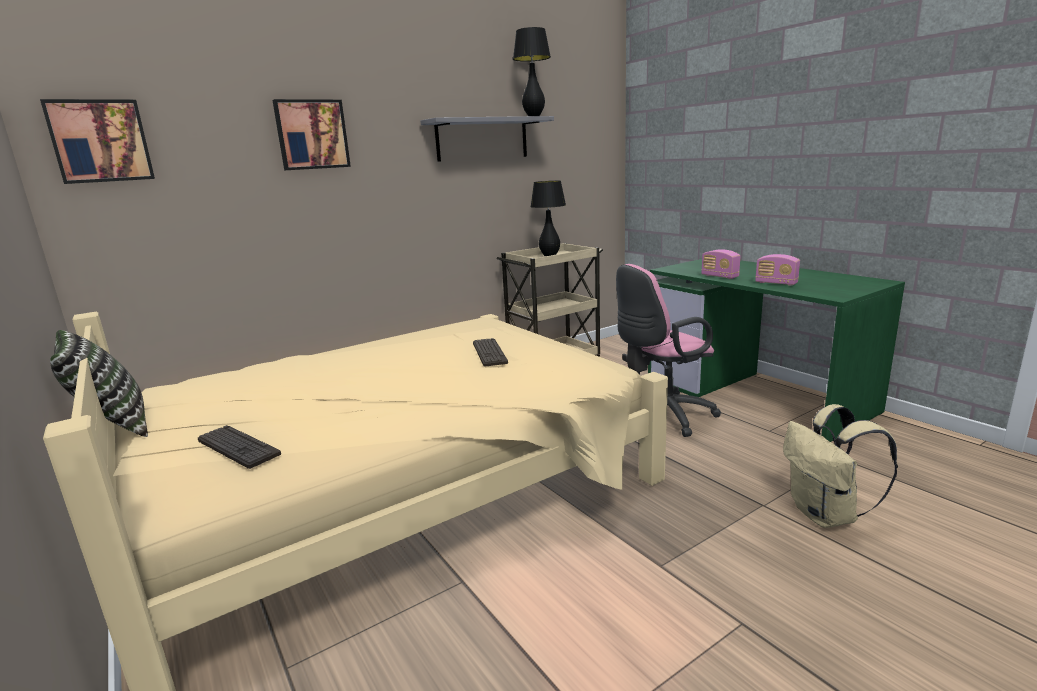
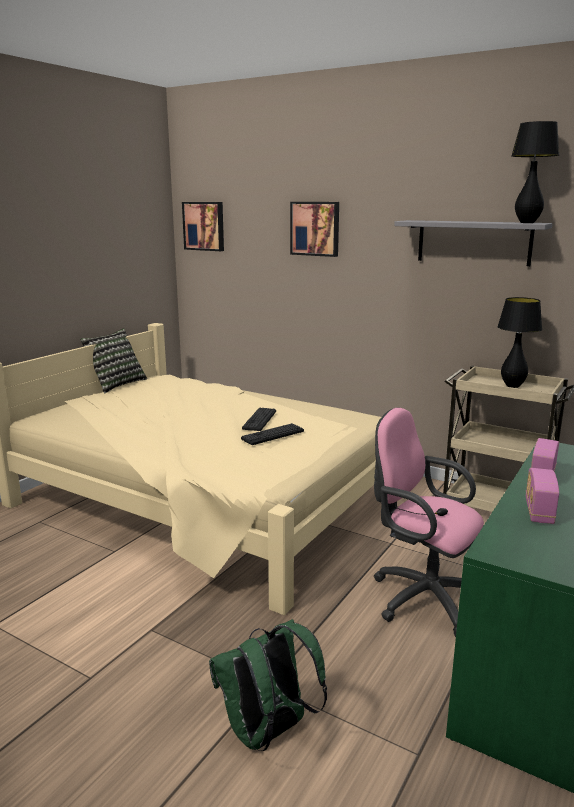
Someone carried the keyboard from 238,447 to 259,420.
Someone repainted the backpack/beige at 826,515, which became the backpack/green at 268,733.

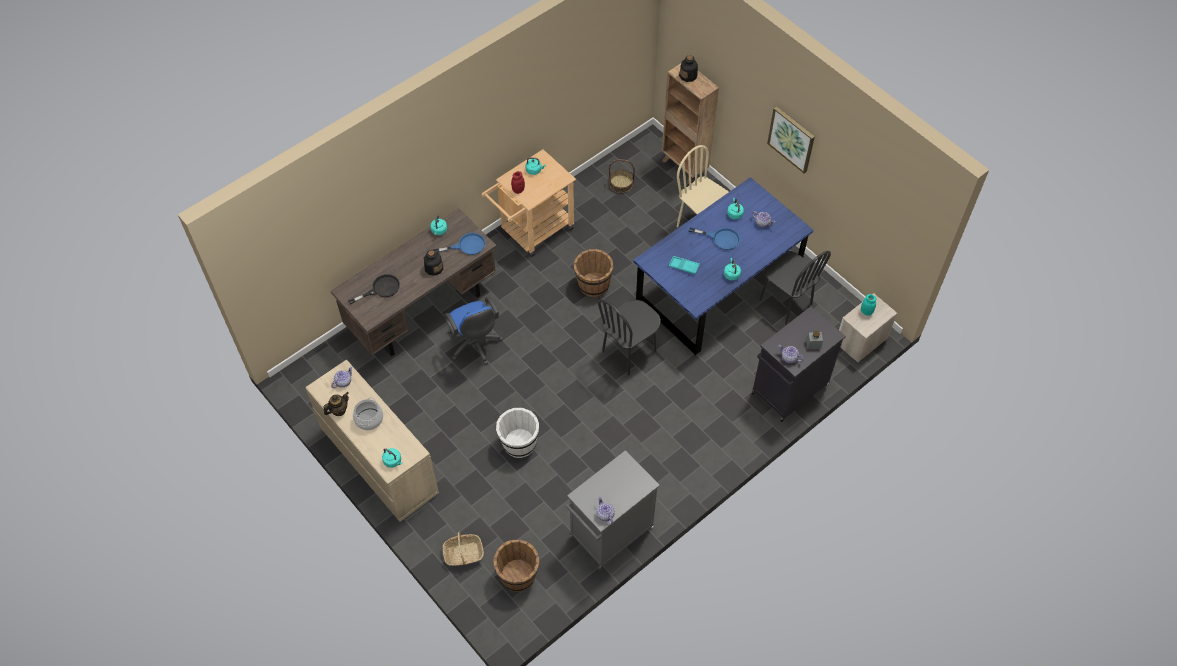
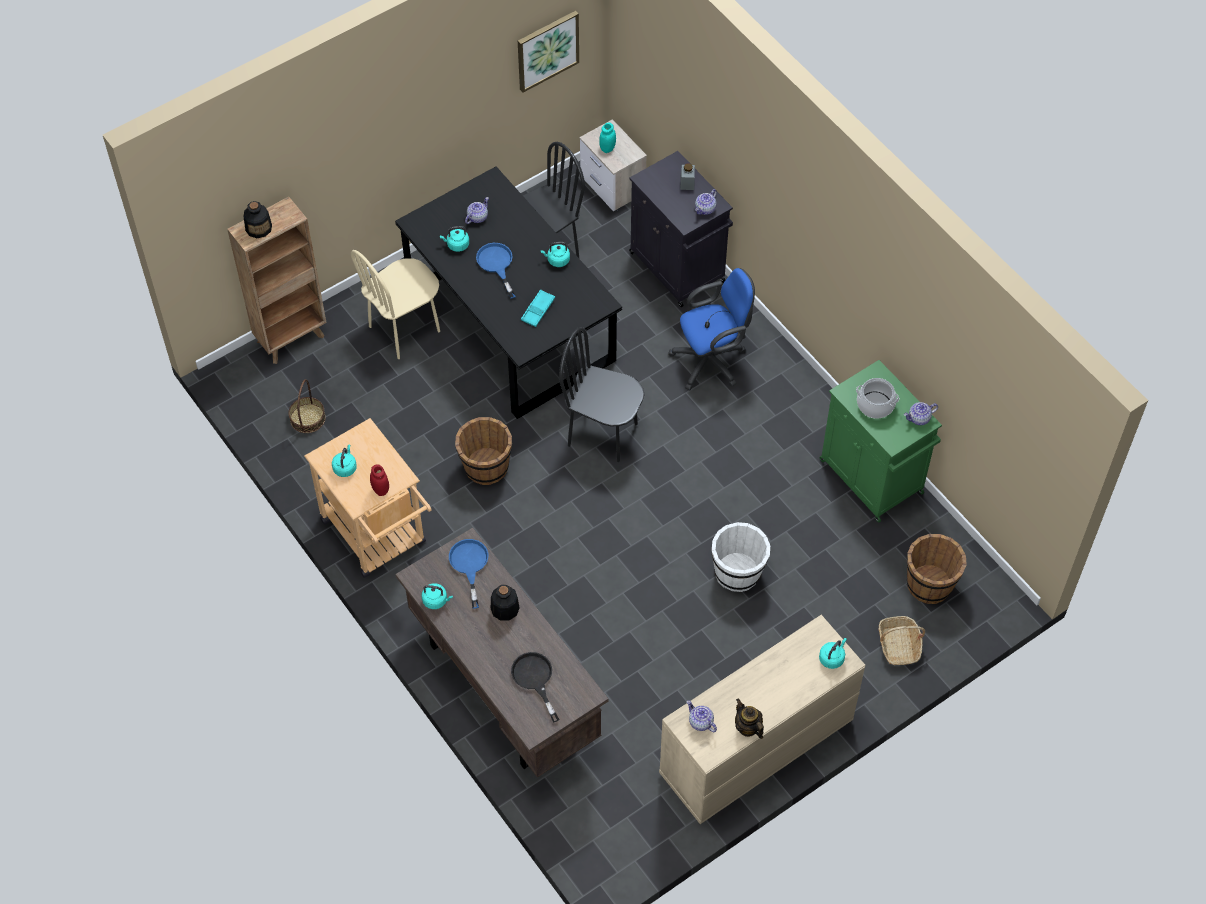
Someone carried the cooking pot from 369,419 to 875,405.
Someone carried the office chair/blue from 475,345 to 712,361.
Someone carried the picture from 791,139 to 547,50.
Someone repainted the cabinet/grey at 610,533, which became the cabinet/green at 872,478.
Someone repainted the dining table/blue at 717,287, which became the dining table/black at 509,324.
Someone rotated the chair/black at 629,351 by 150 degrees clockwise.
Someone rotated the frying pan/blue at 721,238 by 45 degrees counterclockwise.

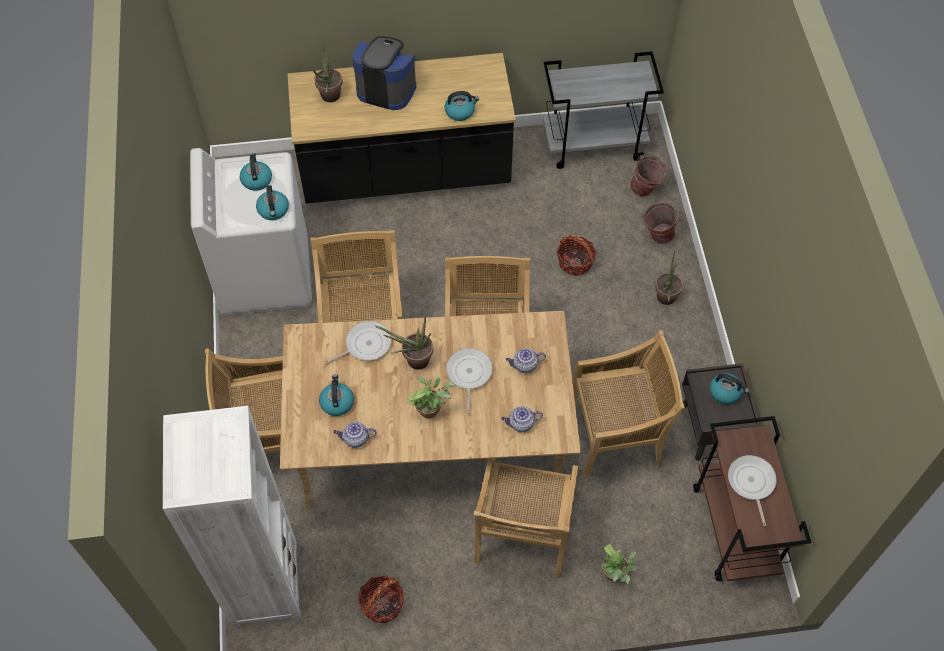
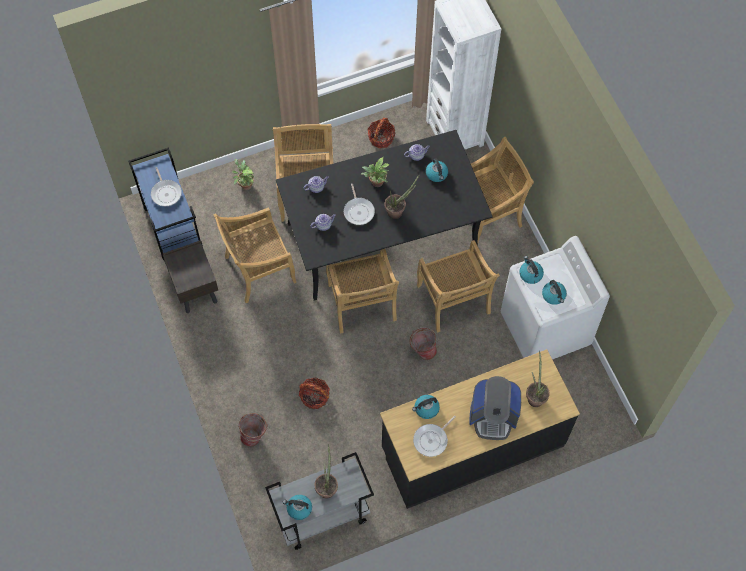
Someone carried the frying pan from 365,344 to 432,440.
Someone carried the bucket from 646,191 to 422,350.
Someone carried the potted plant from 664,300 to 327,487.
Someone carried the kettle from 725,392 to 299,509.
Someone repainted the dining table/beige at 430,442, which became the dining table/black at 382,237.
Someone repainted the cart/brown at 735,530, which became the cart/blue at 172,227.

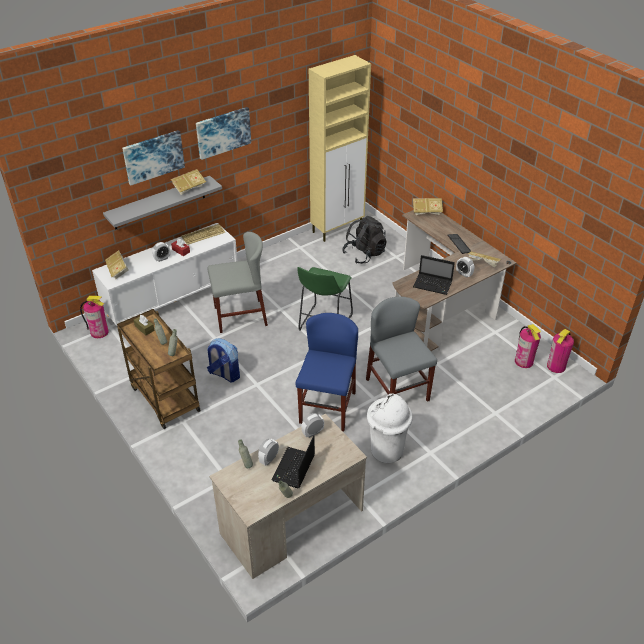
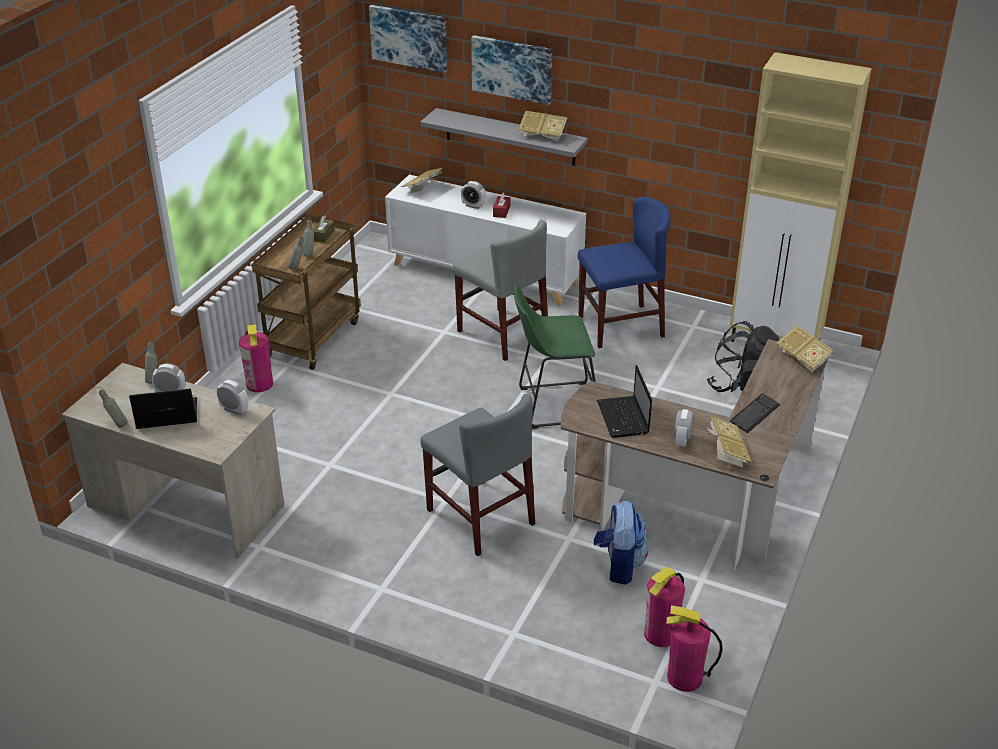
Someone took away the keyboard at 203,234.
Someone took away the trash can/white at 386,451.
Someone carried the fire extinguisher from 99,332 to 259,384.
Someone carried the picture from 223,132 to 409,37.
Someone carried the backpack from 224,374 to 619,565.
Someone carried the chair/blue from 327,407 to 620,326.
Someone rotated the chair/grey at 397,390 by 105 degrees clockwise.

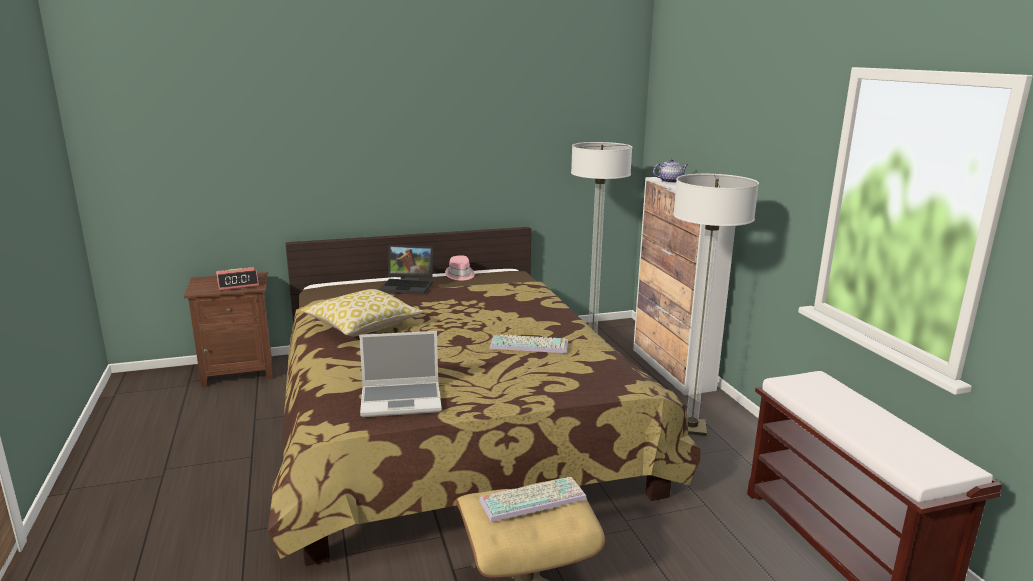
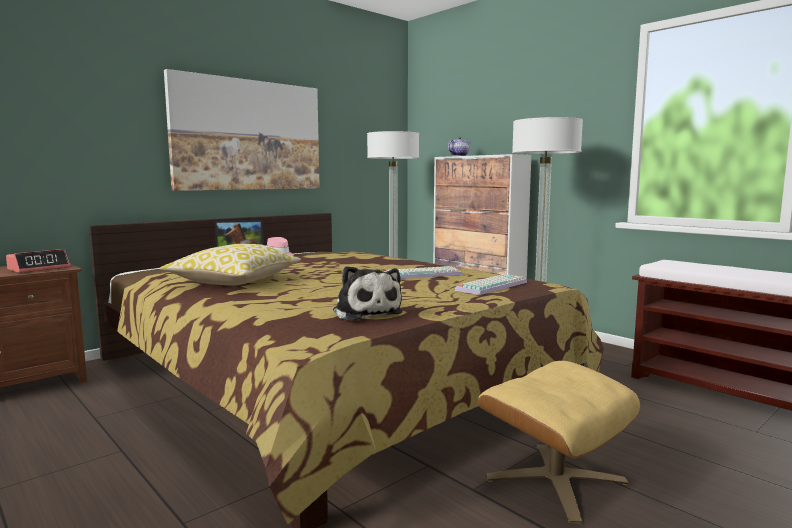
Someone put up the picture at 248,135.
Someone carried the keyboard from 533,498 to 491,286.
Someone swapped the laptop at 402,400 for the plush toy at 366,312.

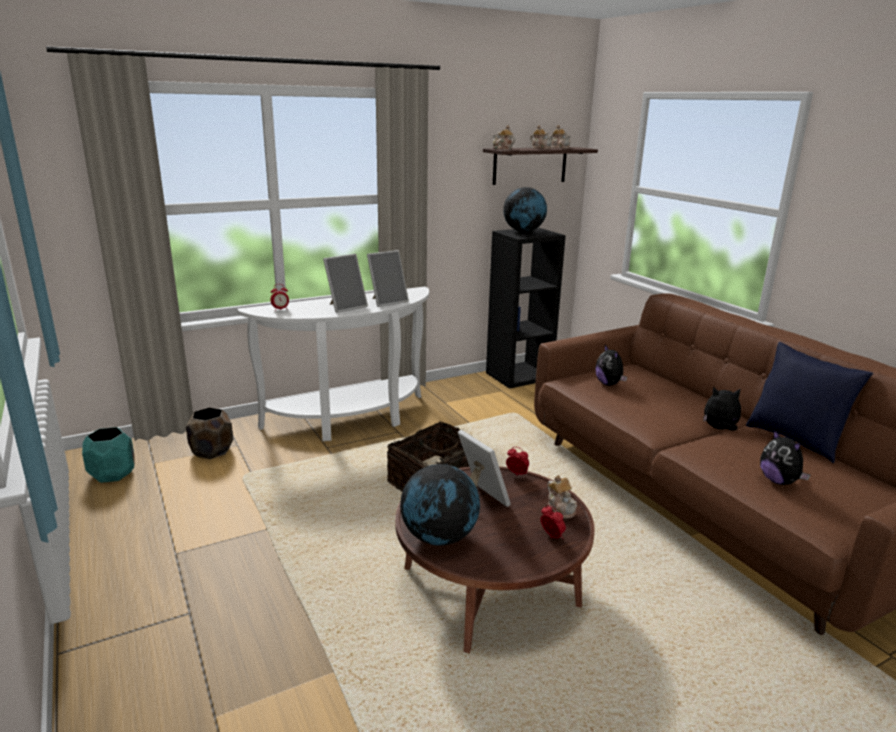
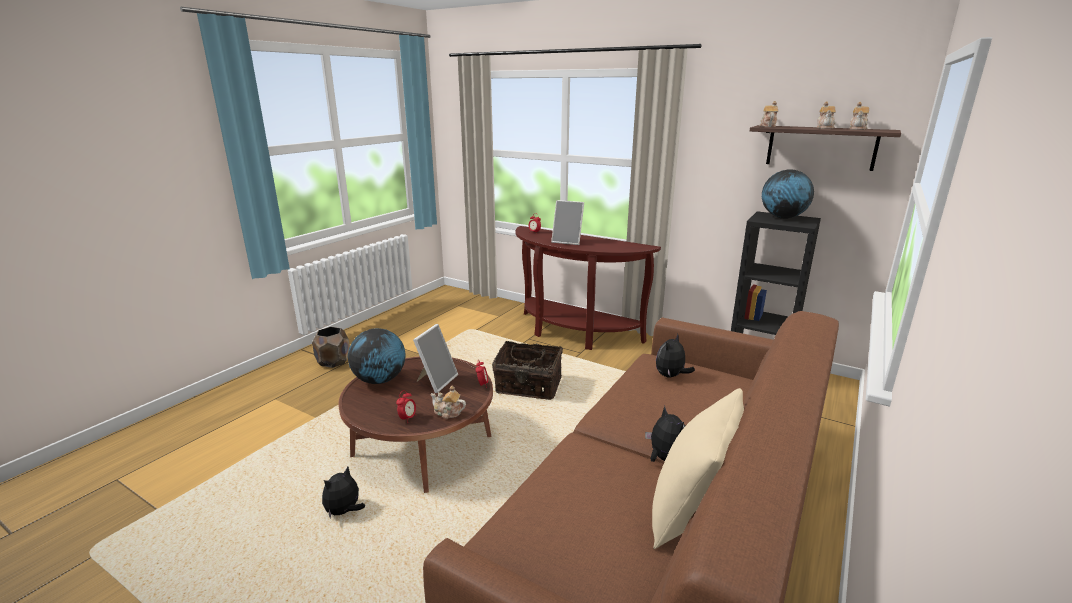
Someone took away the planter/turquoise at 113,474.
Someone took away the picture frame at 387,301.
Someone carried the planter/brown from 212,451 to 334,361.
Someone carried the plush toy from 779,481 to 344,511.
Someone repainted the console table/white at 351,420, which became the console table/brown at 573,333.
Someone repainted the pillow/blue at 794,440, which became the pillow/beige at 691,513.
Someone rotated the teapot at 561,508 by 75 degrees clockwise.

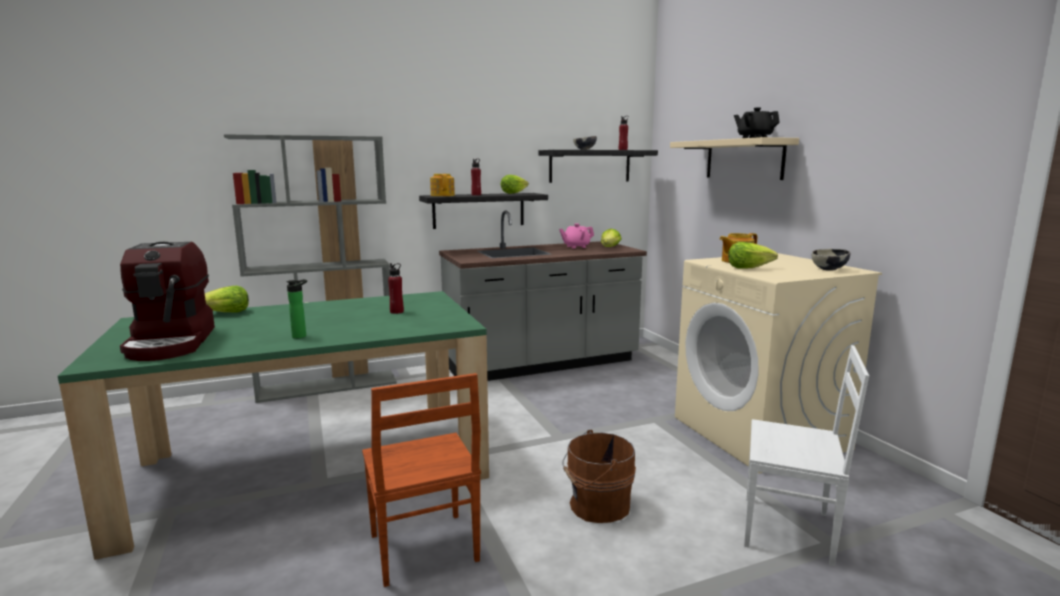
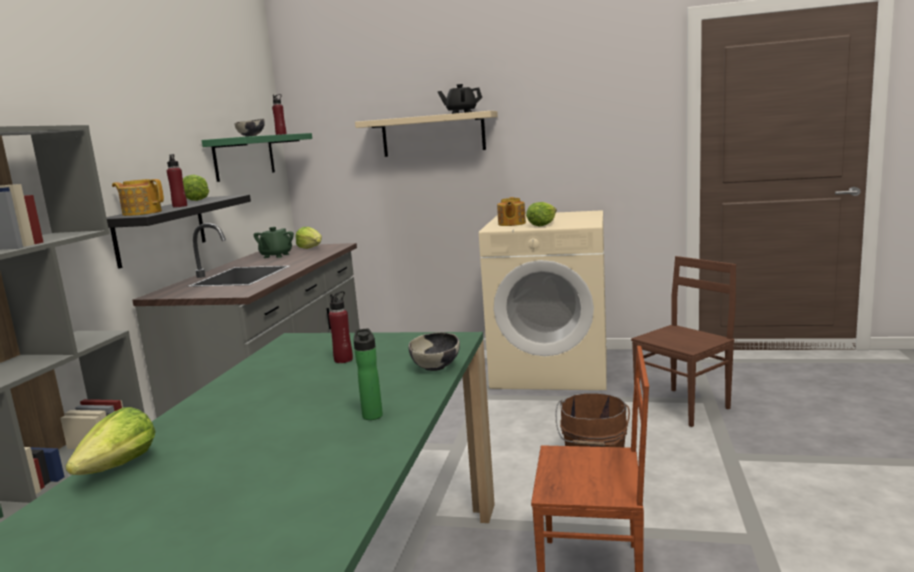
Someone took away the coffee machine at 172,343.
Someone carried the bowl from 829,269 to 436,367.
Someone repainted the shelf/black at 590,166, which became the shelf/green at 244,157.
Someone repainted the teapot/pink at 576,247, which became the teapot/green at 276,256.
Someone repainted the chair/white at 789,531, which became the chair/brown at 684,407.

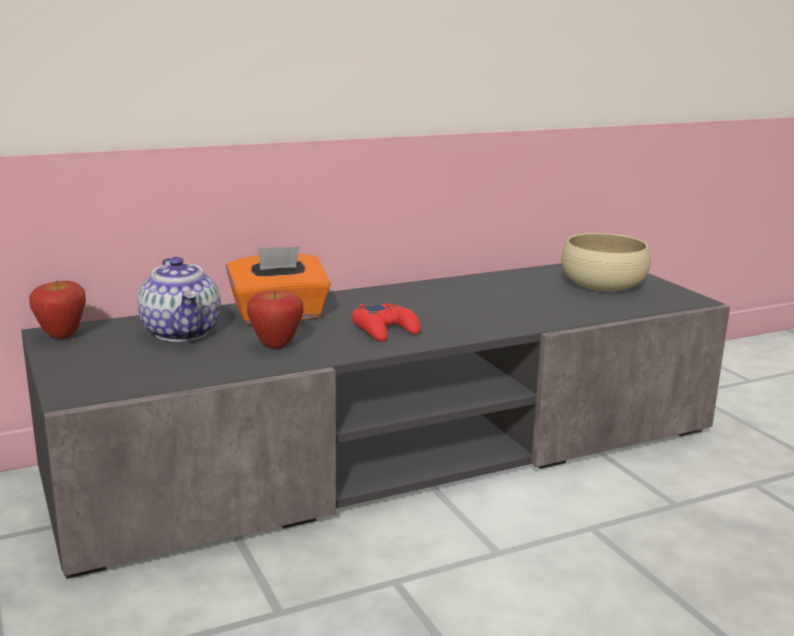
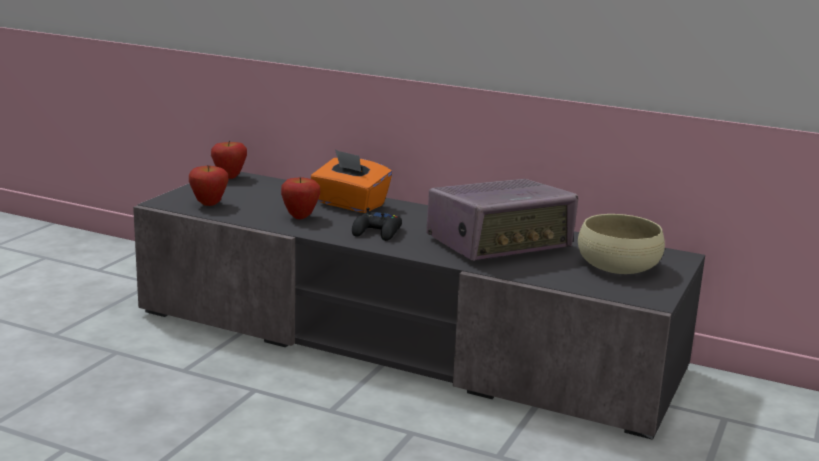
Someone took away the teapot at 183,332.
Someone put down the apple at 209,204.
Someone put down the radio at 499,244.
Someone repainted the game controller/red at 385,330, which became the game controller/black at 377,232.

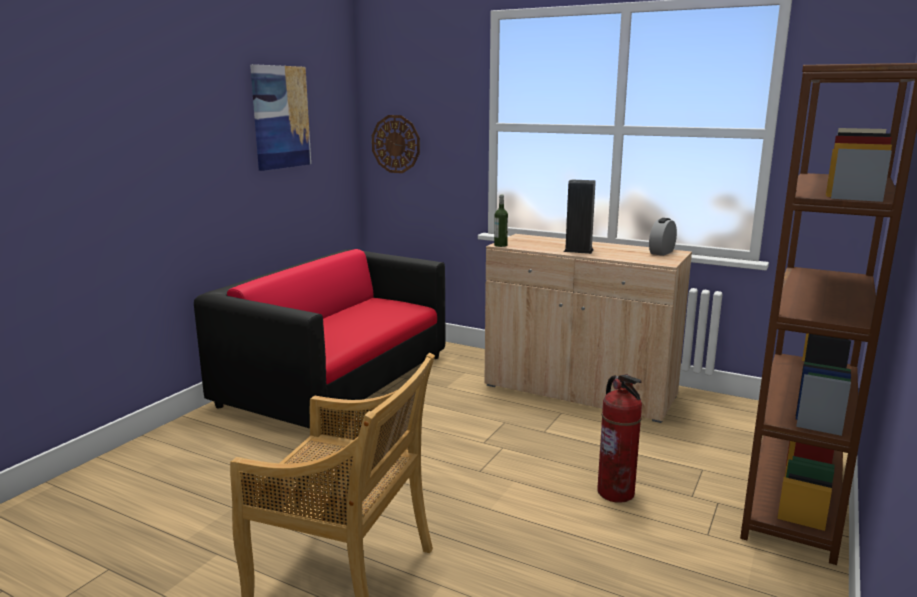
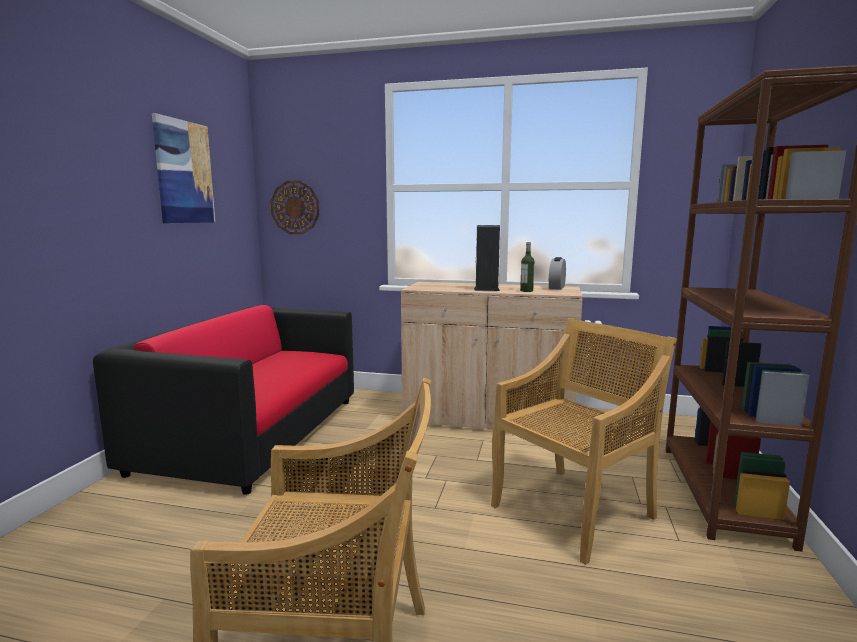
Someone carried the bottle from 500,245 to 526,291.
Someone swapped the fire extinguisher at 615,492 for the chair/beige at 573,510.

